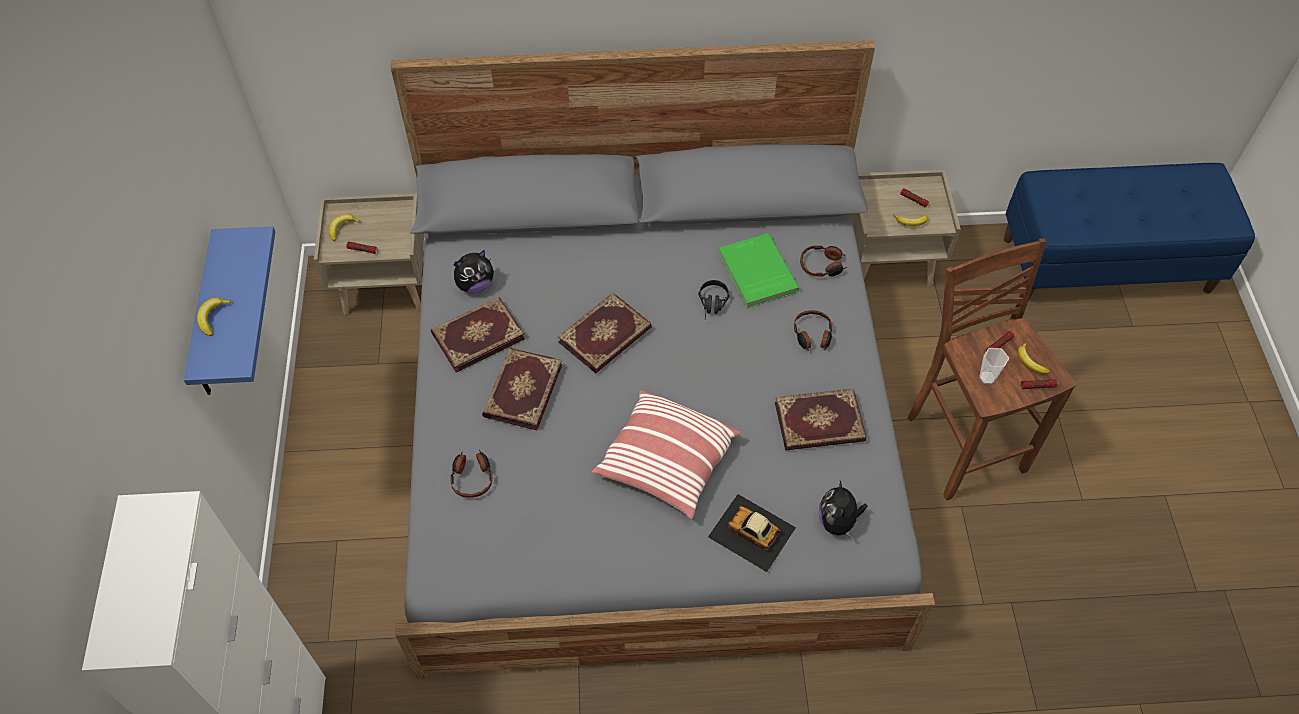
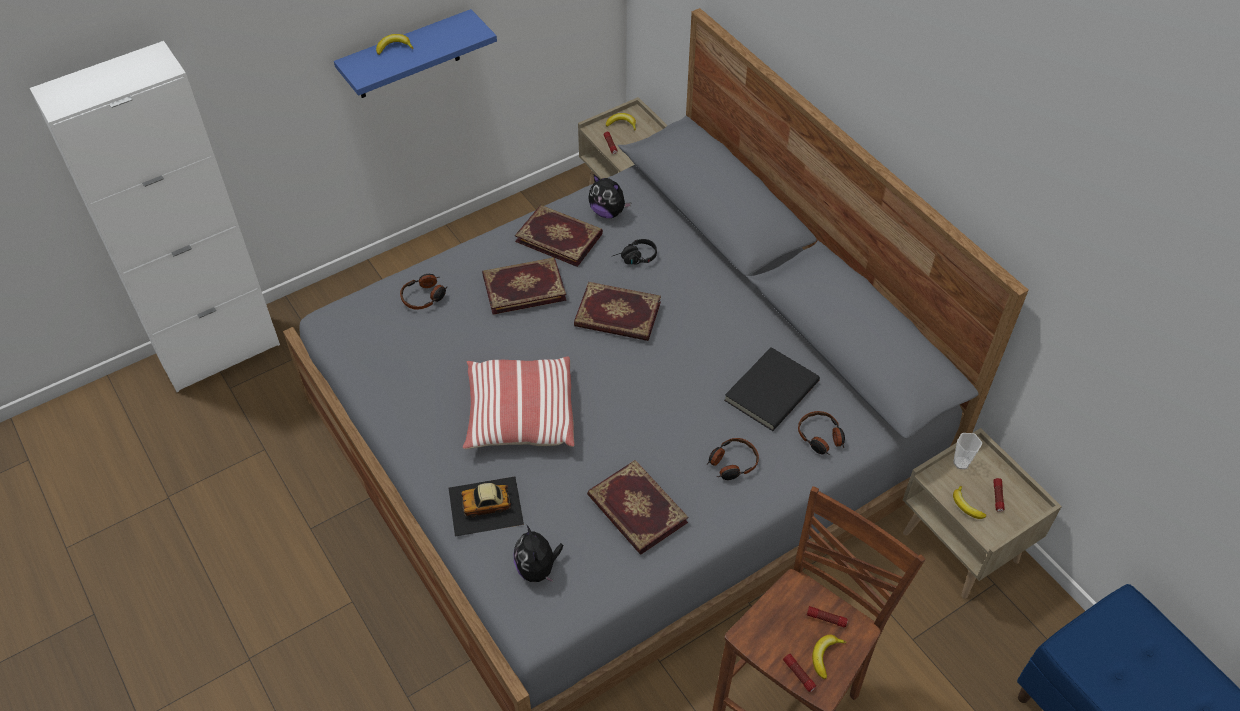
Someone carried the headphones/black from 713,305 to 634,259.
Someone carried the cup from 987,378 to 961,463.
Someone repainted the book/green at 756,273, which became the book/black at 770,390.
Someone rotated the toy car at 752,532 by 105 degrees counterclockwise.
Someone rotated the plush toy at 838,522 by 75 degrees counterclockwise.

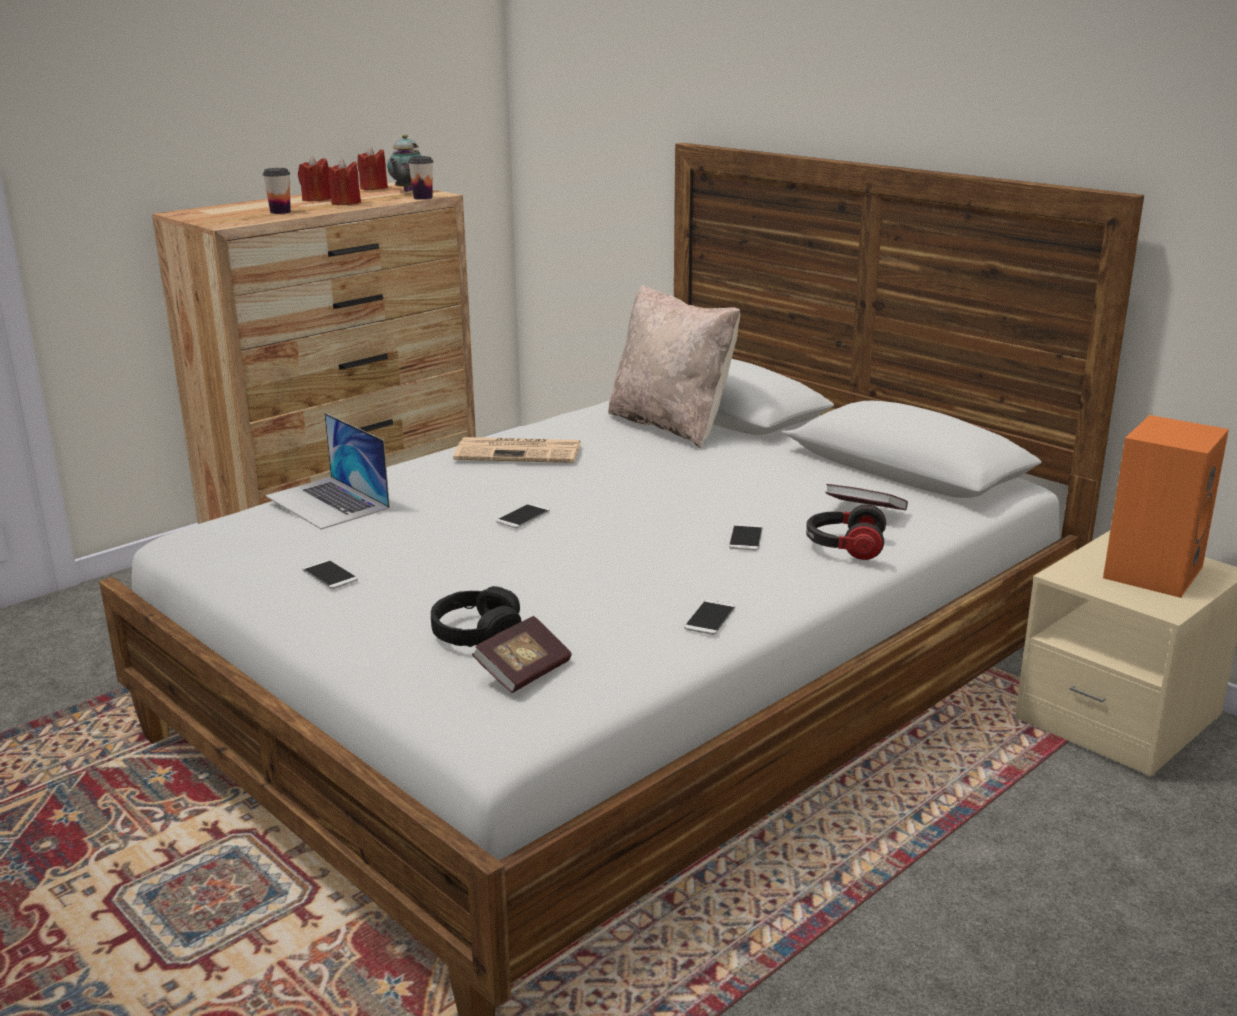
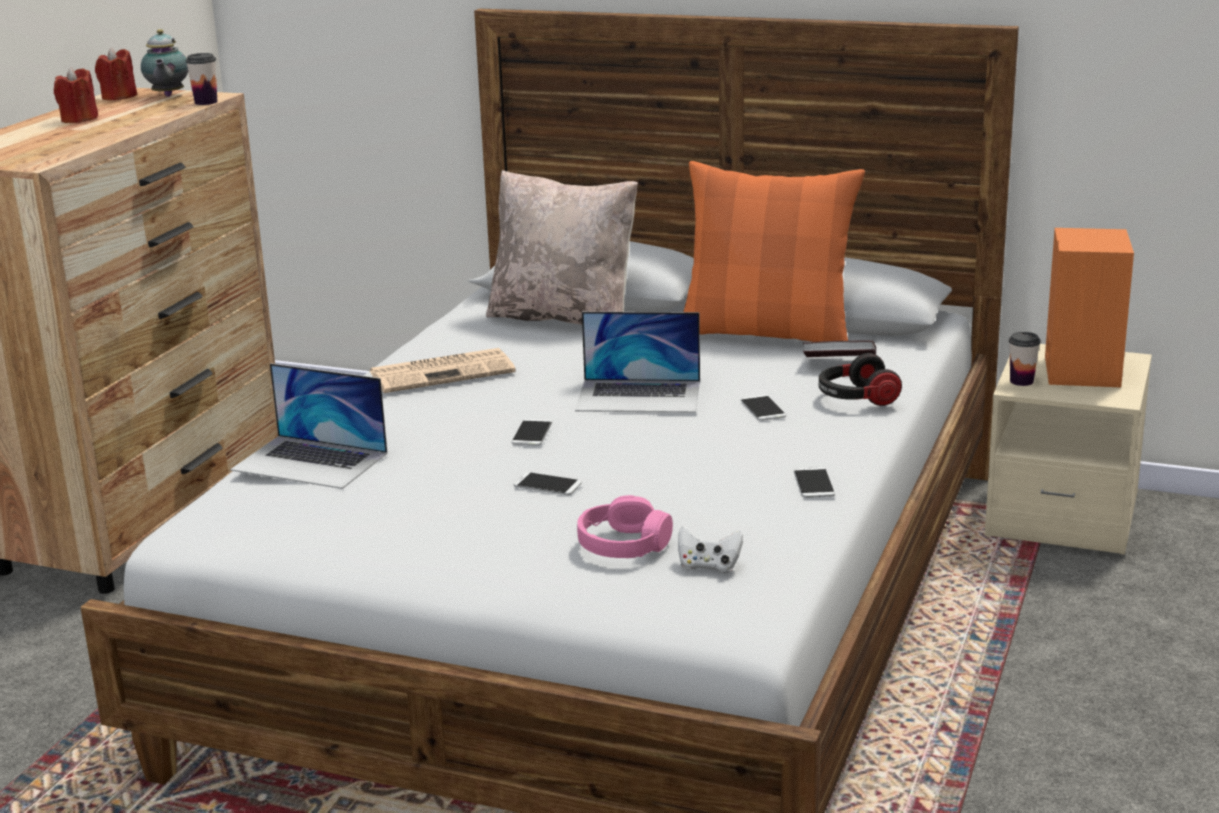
Someone took away the candle/red at 346,203.
Someone put down the laptop at 639,396.
Someone put down the pillow/orange at 767,334.
Someone carried the cup from 280,212 to 1021,381.
Someone carried the phone from 329,575 to 547,485.
Someone swapped the book at 523,672 for the game controller/white at 709,566.
Someone repainted the headphones/black at 476,632, which became the headphones/pink at 624,545.

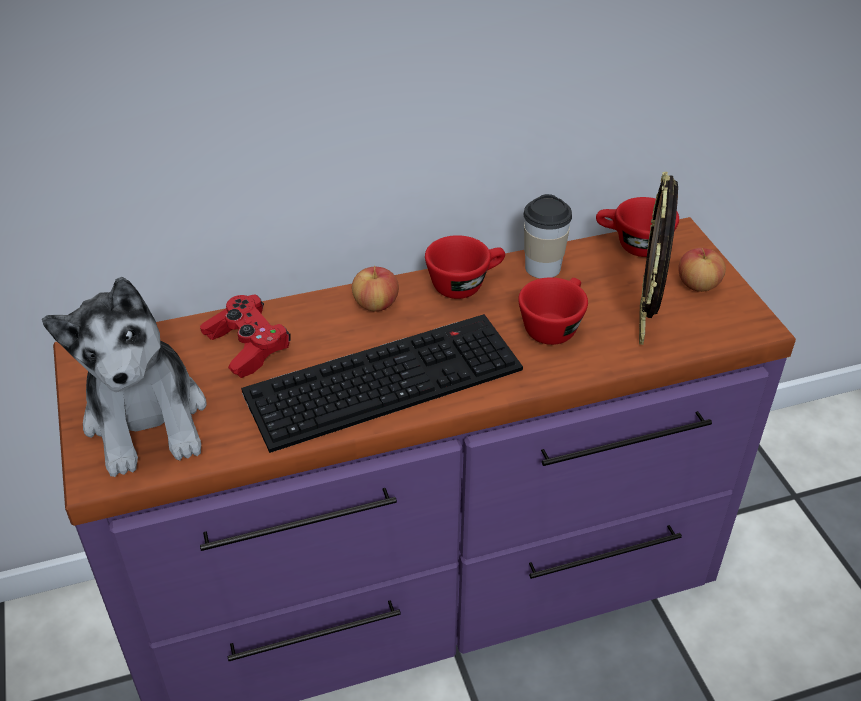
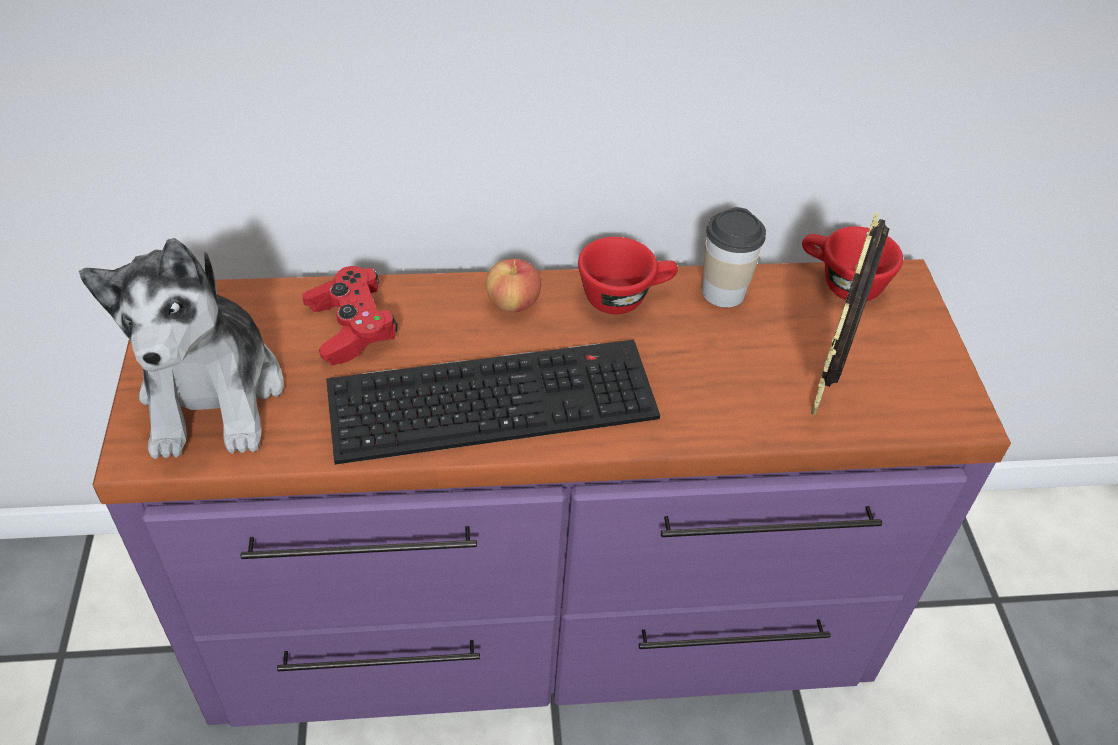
Someone took away the cup/red at 553,325.
Someone took away the apple at 698,285.

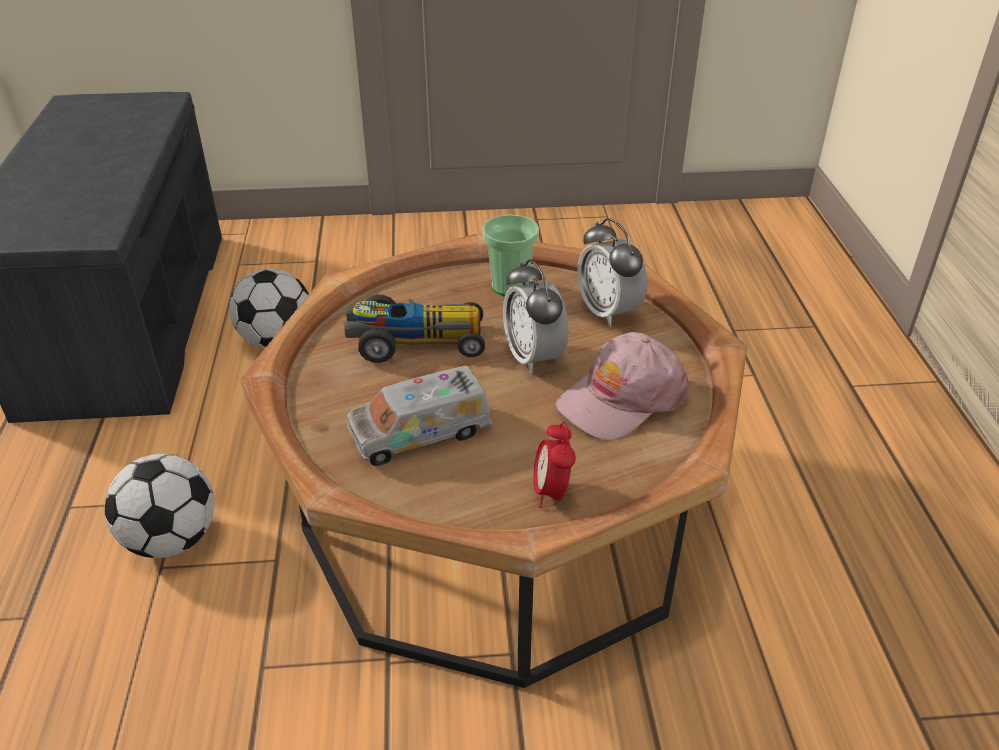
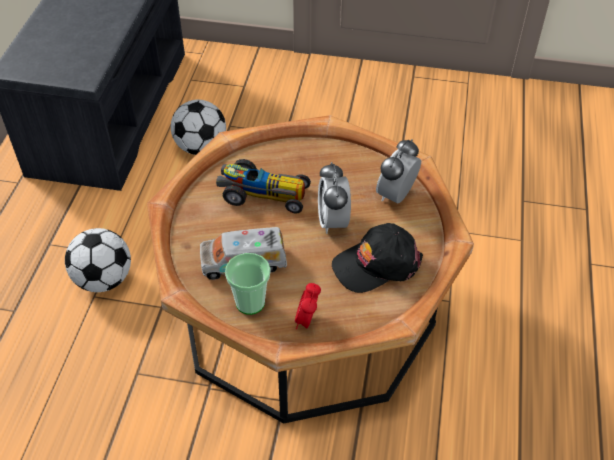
Someone carried the cup from 510,286 to 250,302.
Someone repainted the cap/pink at 621,399, which became the cap/black at 376,264.
Someone rotated the alarm clock at 608,312 by 45 degrees clockwise.

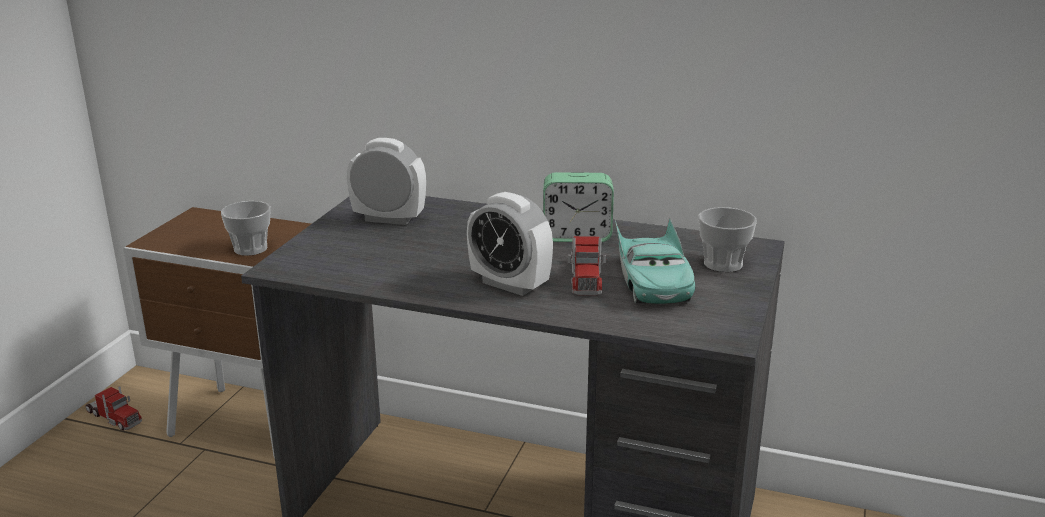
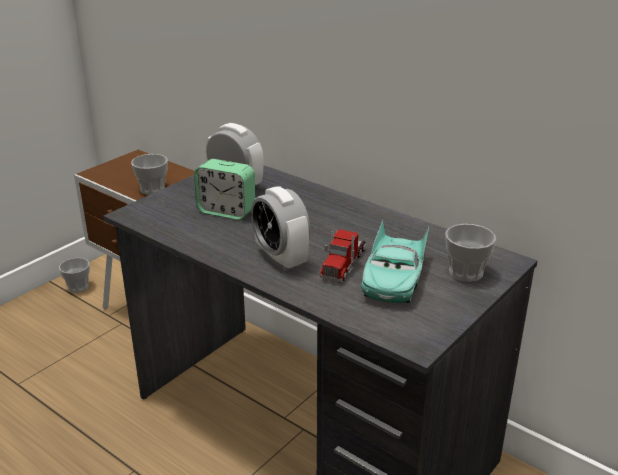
Someone carried the alarm clock from 577,236 to 226,211.
Someone swapped the toy truck at 114,417 for the cup at 78,287.

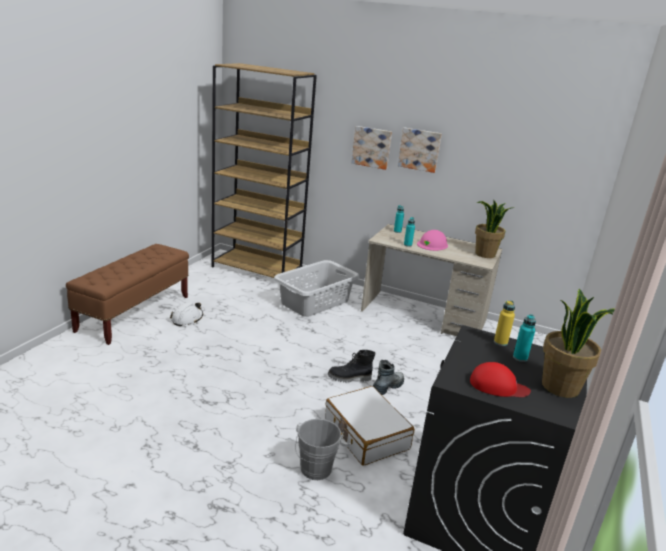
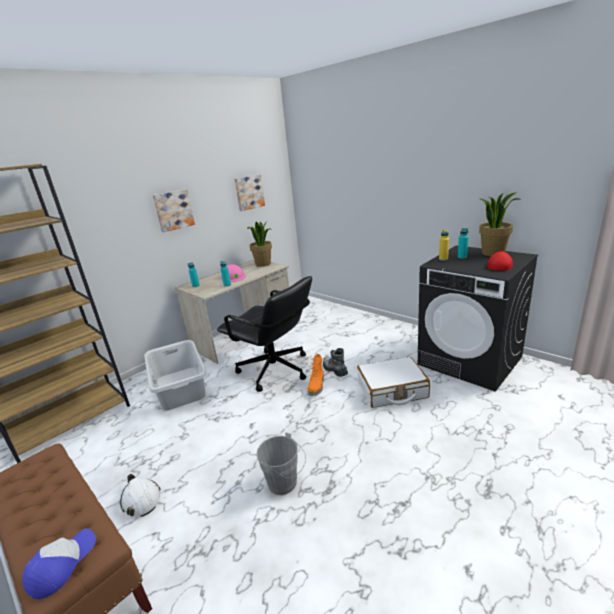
Someone put down the cap at 62,564.
Someone put down the office chair/black at 274,370.
Someone carried the bucket/grey from 315,471 to 285,484.
Someone carried the picture from 372,147 to 249,192.
Someone repainted the boot/black at 349,378, which became the boot/orange at 317,386.

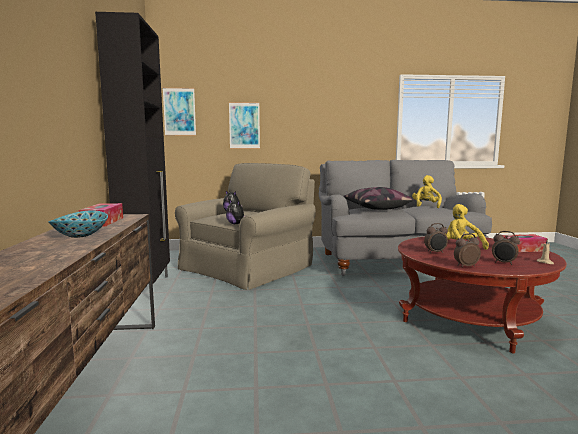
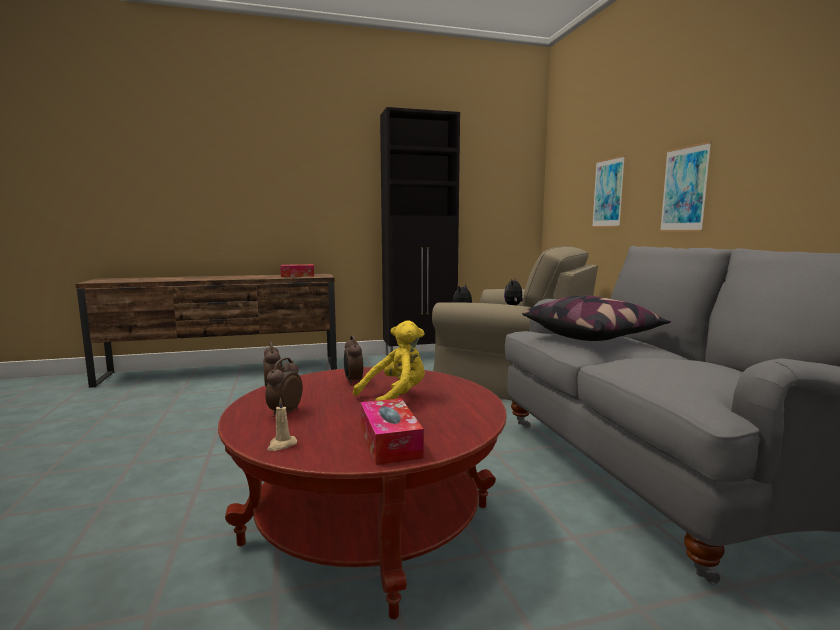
Someone took away the bowl at 81,235.
Someone took away the plush toy/yellow at 426,205.
Someone carried the picture from 179,111 to 684,189.

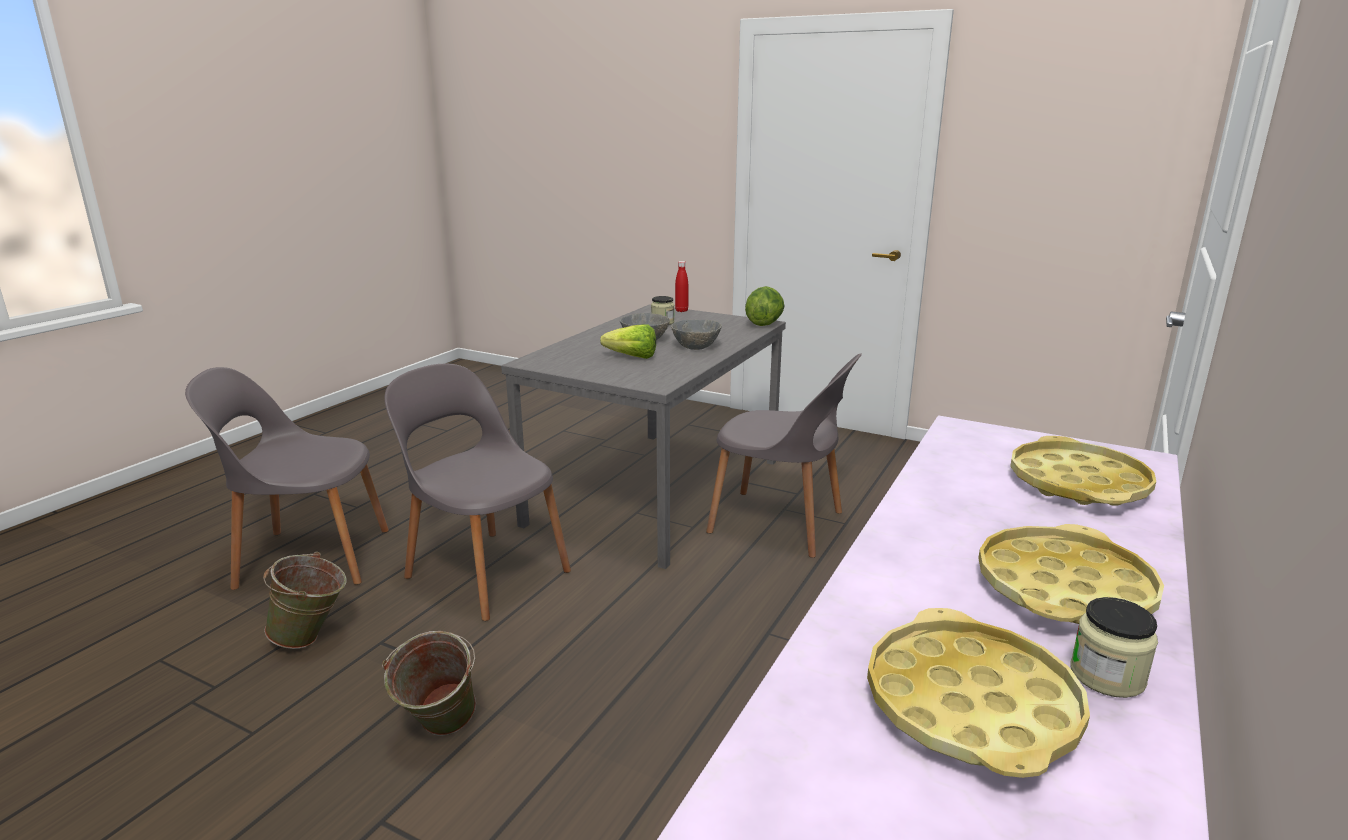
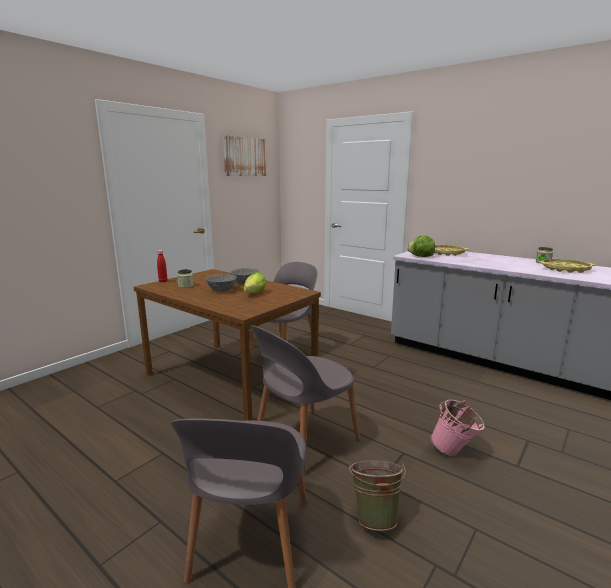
Someone took away the tray/yellow at 1063,588.
Someone put up the picture at 245,156.
Someone carried the lettuce from 764,324 to 421,256.
Someone repainted the bucket/green at 439,733, which became the bucket/pink at 455,451.
Someone repainted the dining table/grey at 656,490, which became the dining table/brown at 228,379.

